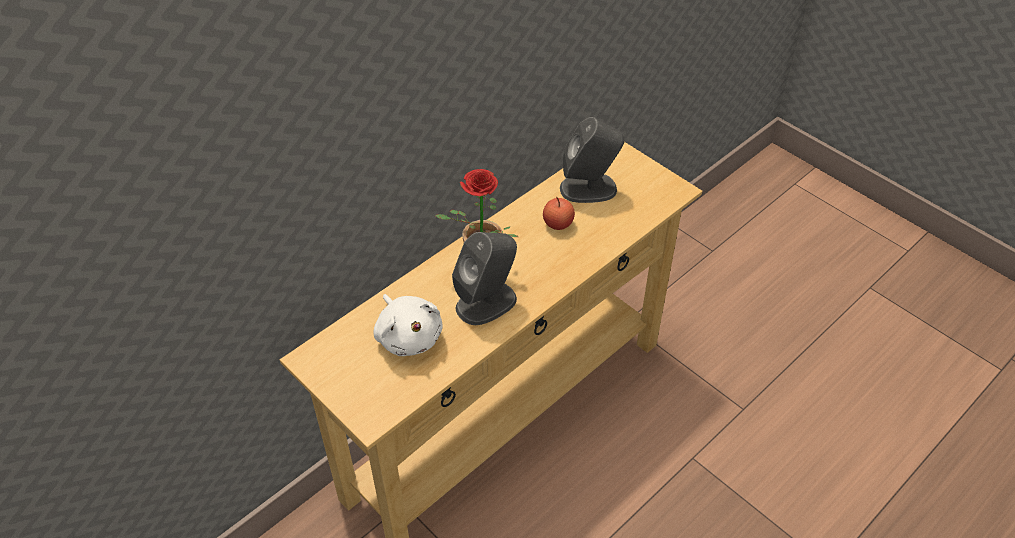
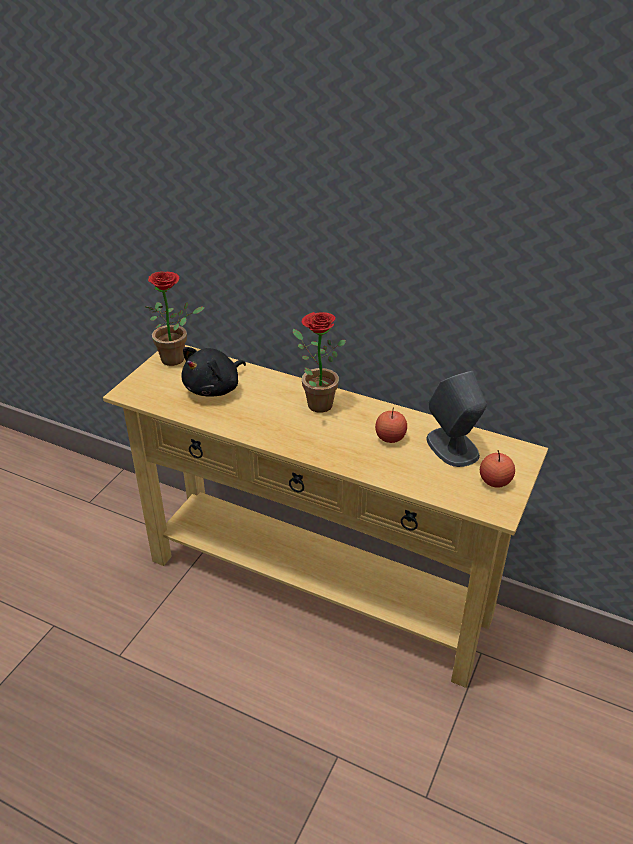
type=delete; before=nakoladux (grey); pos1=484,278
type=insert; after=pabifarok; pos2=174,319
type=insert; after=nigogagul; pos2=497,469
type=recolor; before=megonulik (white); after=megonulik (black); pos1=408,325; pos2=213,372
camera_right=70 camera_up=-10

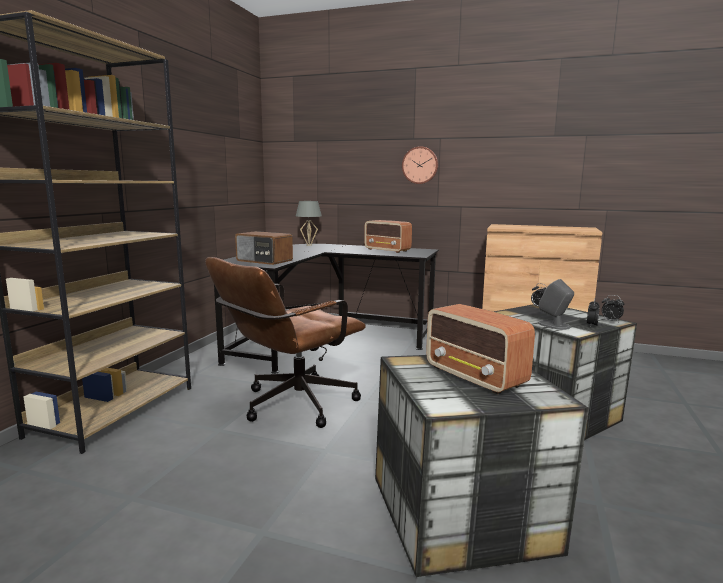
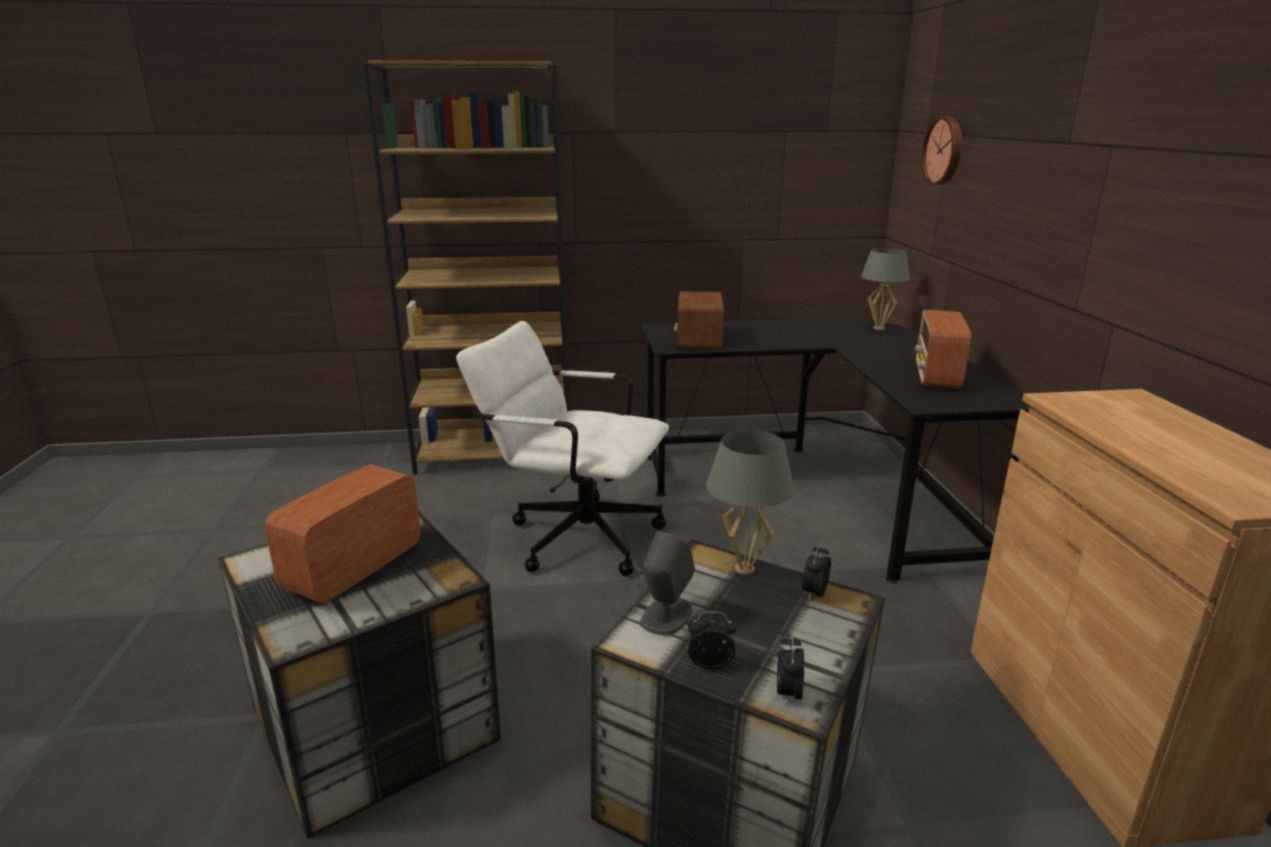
type=insert; after=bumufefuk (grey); pos2=750,502
type=move; before=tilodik; pos1=420,165; pos2=941,151
type=recolor; before=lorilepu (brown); after=lorilepu (white); pos1=285,342; pos2=562,448
camera_right=65 camera_up=10

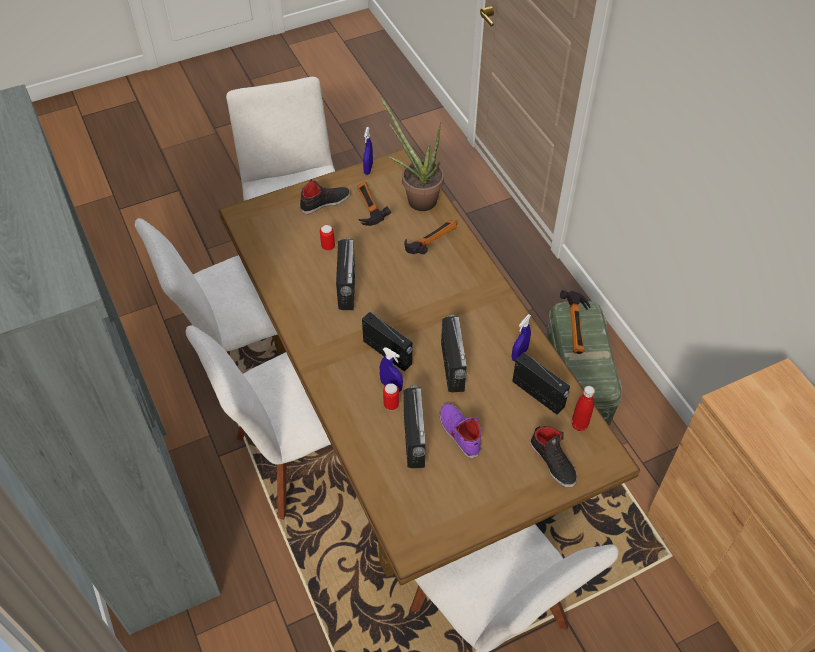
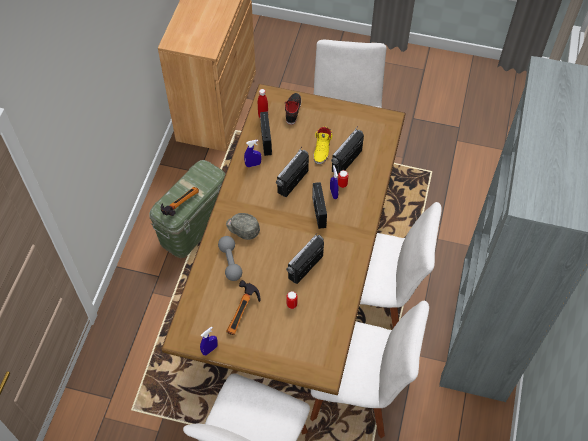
type=delete; before=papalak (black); pos1=325,196
type=delete; before=pabifarok; pos1=411,153
type=insert; after=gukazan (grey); pos2=243,226
type=replace; before=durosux; after=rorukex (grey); pos1=430,237; pos2=230,258
type=recolor; before=papalak (purple); after=papalak (yellow); pos1=461,430; pos2=323,145
camera_right=-140 camera_up=5

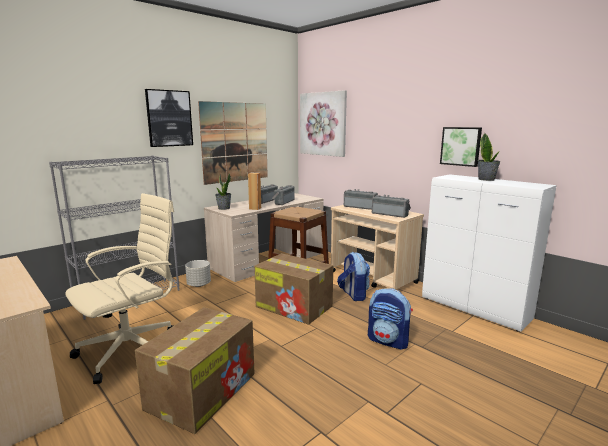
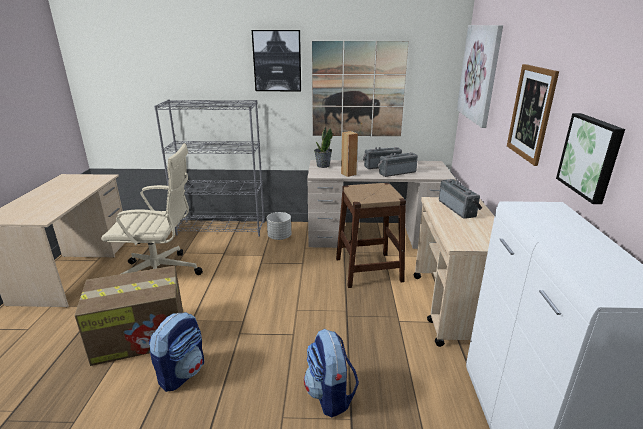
type=delete; before=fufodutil; pos1=293,289
type=delete; before=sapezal; pos1=391,206
type=delete; before=pabifarok; pos1=489,157
type=insert; after=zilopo; pos2=533,115
type=move; before=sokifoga; pos1=353,276; pos2=176,352
camera_right=45 camera_up=10

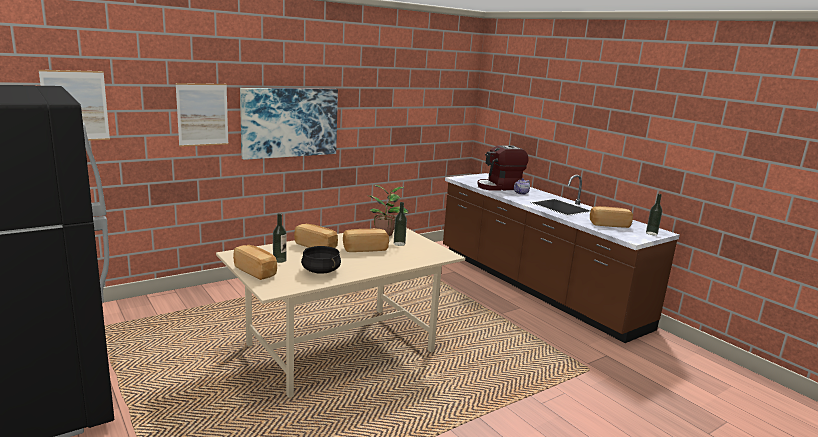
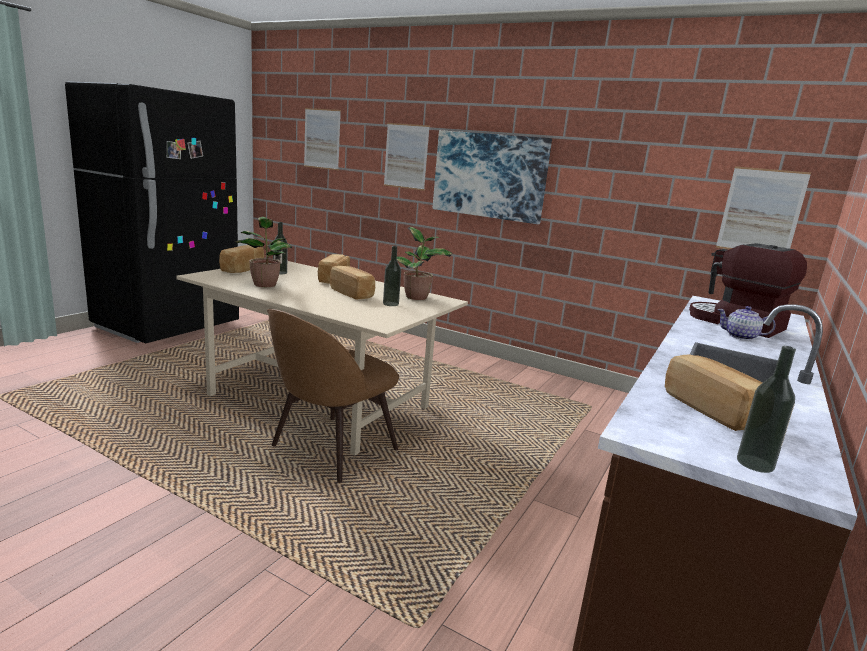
type=insert; after=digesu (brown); pos2=333,396
type=insert; after=zilopo; pos2=763,207
type=replace; before=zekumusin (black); after=pabifarok; pos1=321,260; pos2=263,252
camera_right=65 camera_up=0

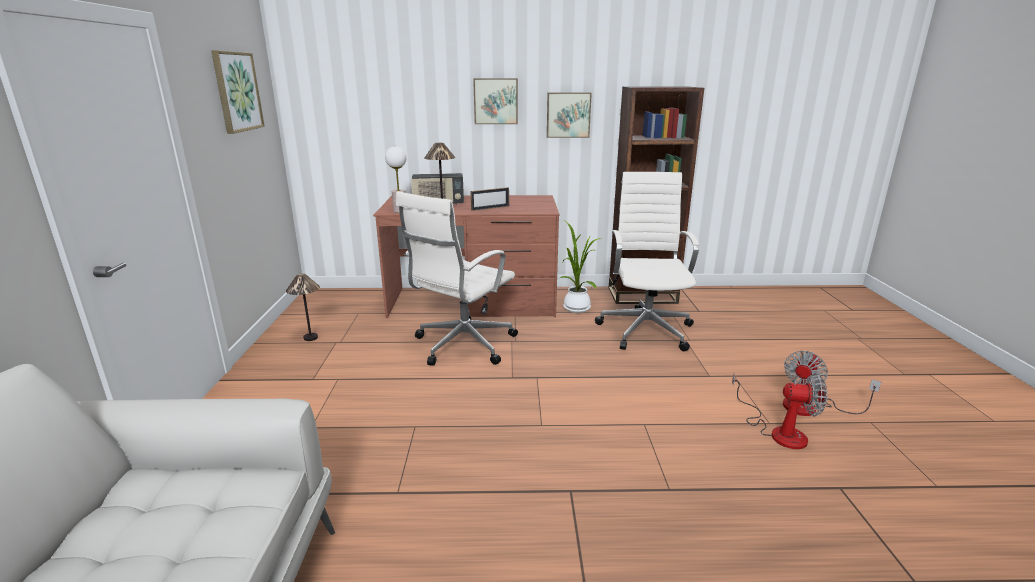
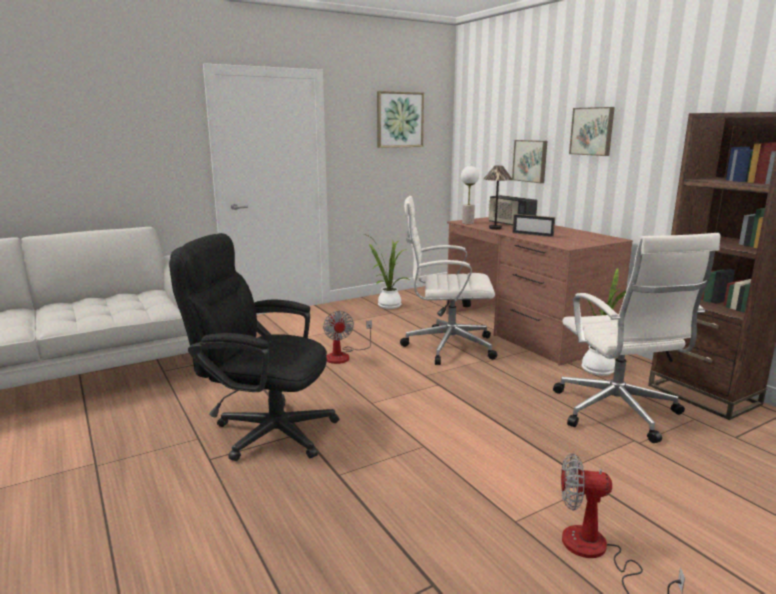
type=insert; after=lorilepu (black); pos2=254,347
type=move; before=zilopo; pos1=569,115; pos2=529,161
type=move; before=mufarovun; pos1=779,411; pos2=347,337
type=replace; before=bumufefuk; after=pabifarok; pos1=303,307; pos2=386,271
type=rotate; before=lorilepu (white); pos1=647,261; pos2=637,338; turn=105
camera_right=60 camera_up=-5

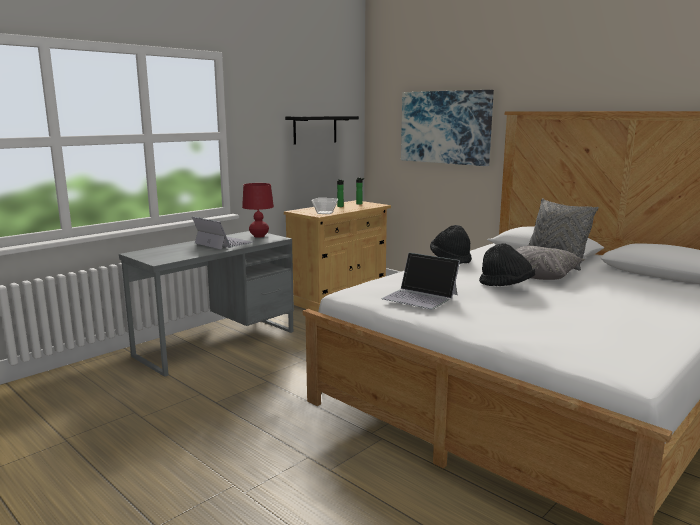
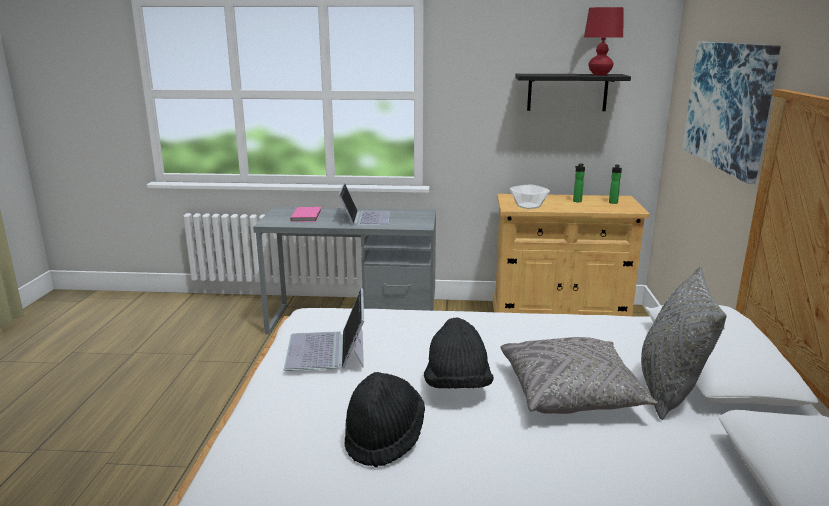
type=insert; after=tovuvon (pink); pos2=305,214
type=move; before=bumufefuk (red); pos1=258,210; pos2=604,41
type=move; before=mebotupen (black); pos1=451,244; pos2=385,420
camera_right=50 camera_up=5

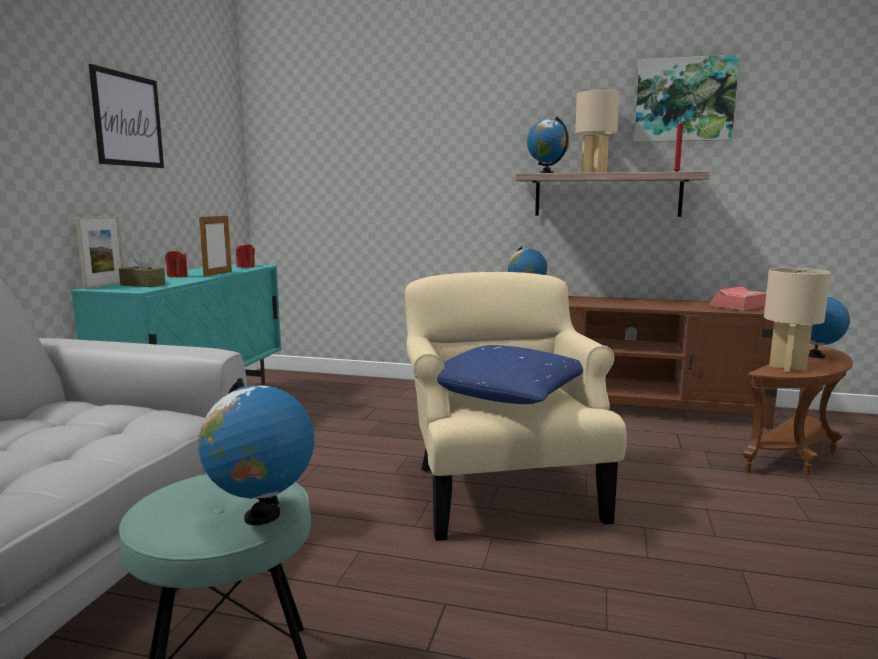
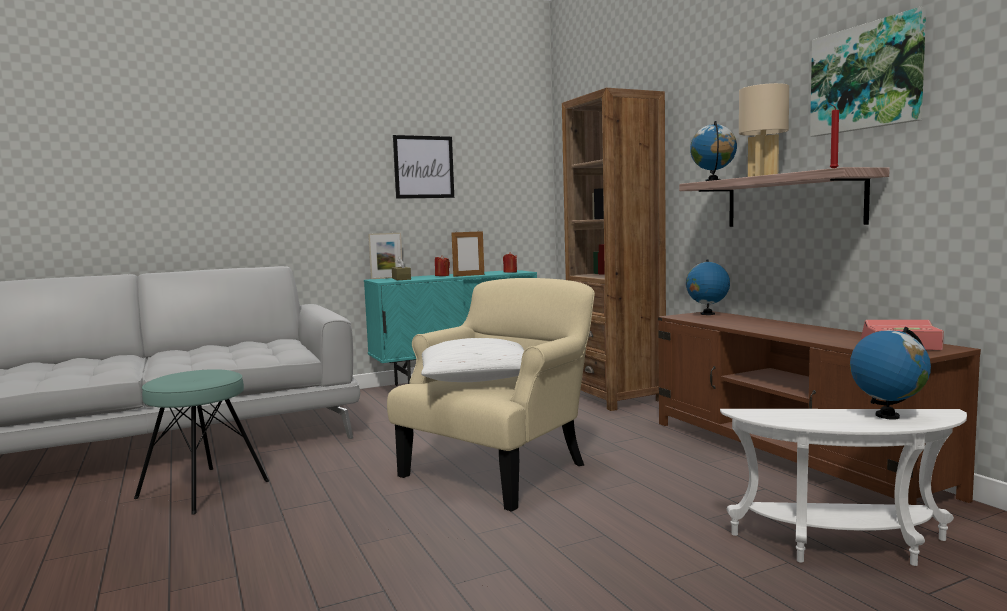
type=delete; before=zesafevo; pos1=256,451
type=delete; before=bumufefuk (beige); pos1=797,320
type=insert; after=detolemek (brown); pos2=614,249
type=recolor; before=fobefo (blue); after=fobefo (white); pos1=499,374; pos2=472,360
type=recolor; before=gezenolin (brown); after=gezenolin (white); pos1=798,409; pos2=843,487
camera_right=50 camera_up=-5

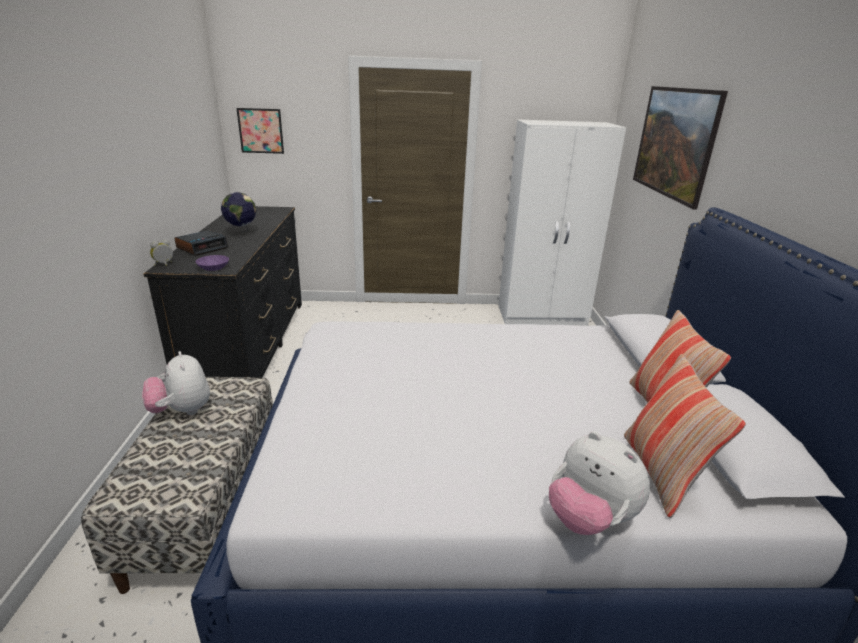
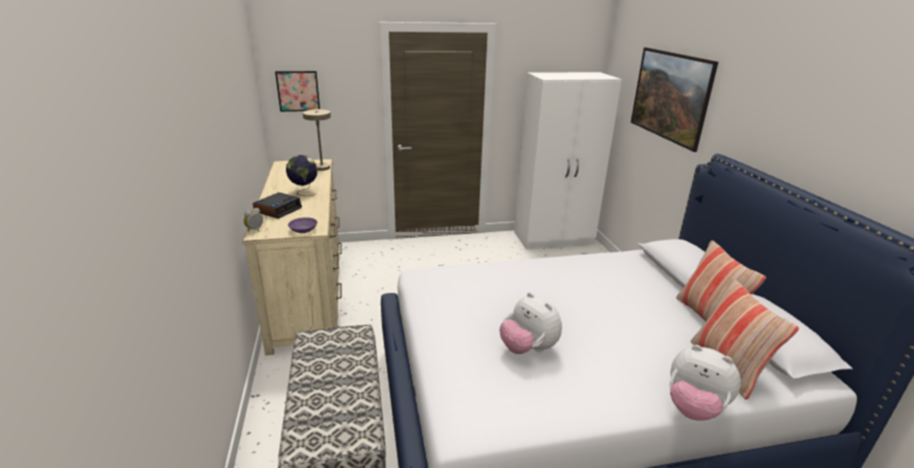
type=insert; after=bumufefuk (beige); pos2=317,140
type=move; before=megonulik; pos1=176,383; pos2=531,323
type=recolor; before=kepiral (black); after=kepiral (beige); pos1=223,292; pos2=292,257
camera_right=-10 camera_up=0

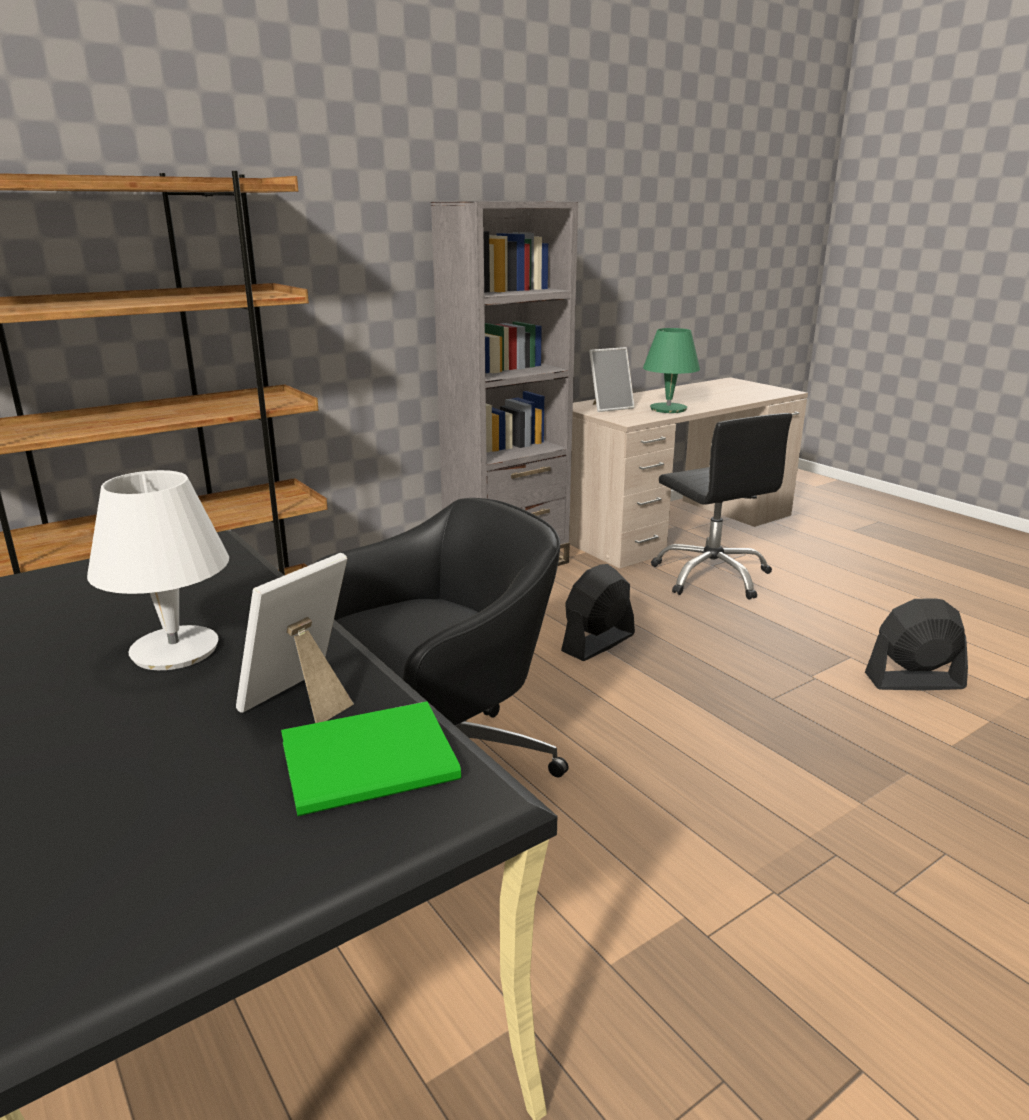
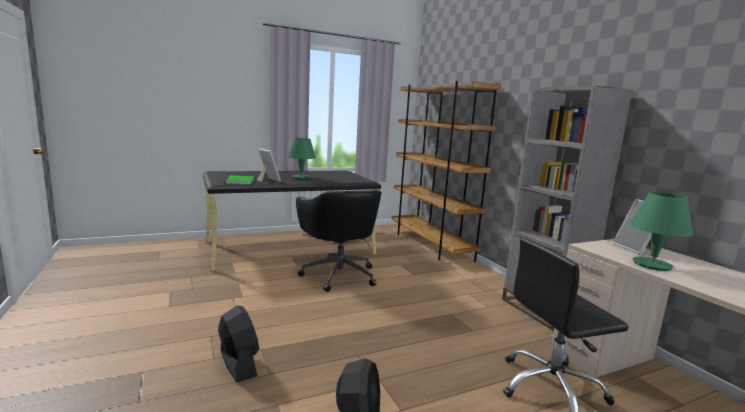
type=move; before=mufarovun (black); pos1=598,612; pos2=238,344
type=recolor; before=bumufefuk (white); after=bumufefuk (green); pos1=158,570; pos2=302,158
camera_right=100 camera_up=-10

